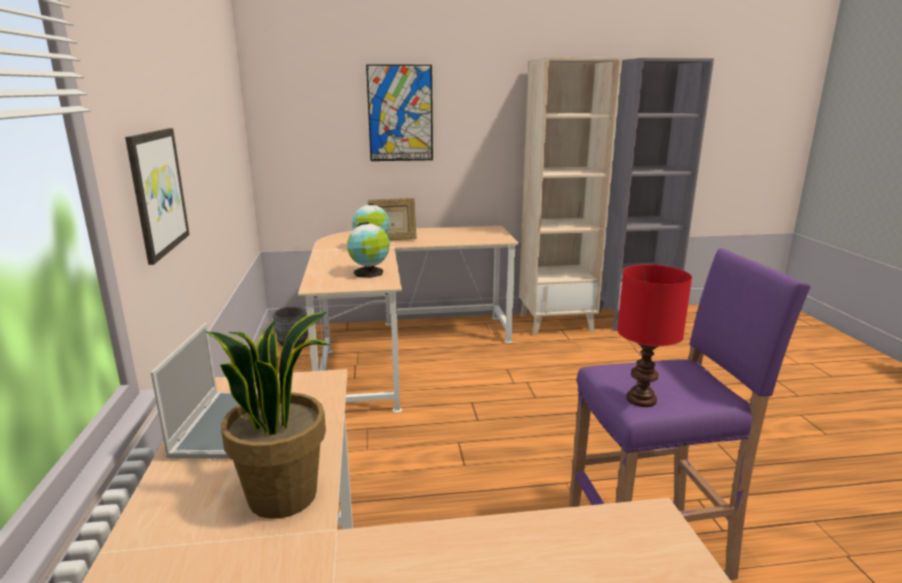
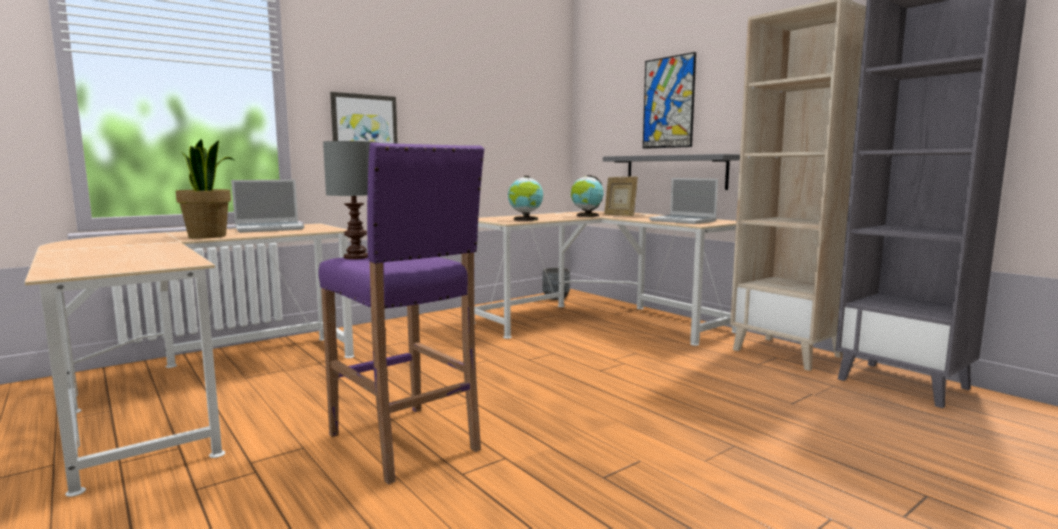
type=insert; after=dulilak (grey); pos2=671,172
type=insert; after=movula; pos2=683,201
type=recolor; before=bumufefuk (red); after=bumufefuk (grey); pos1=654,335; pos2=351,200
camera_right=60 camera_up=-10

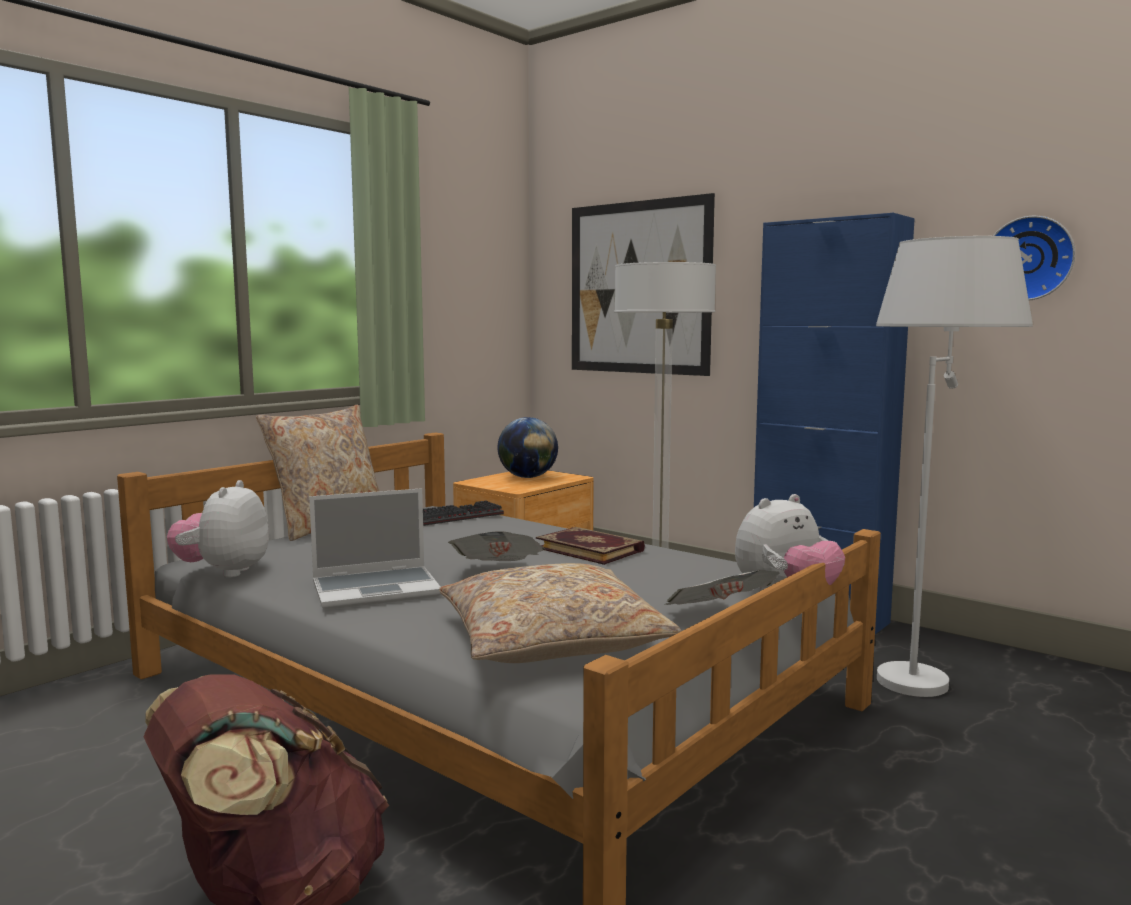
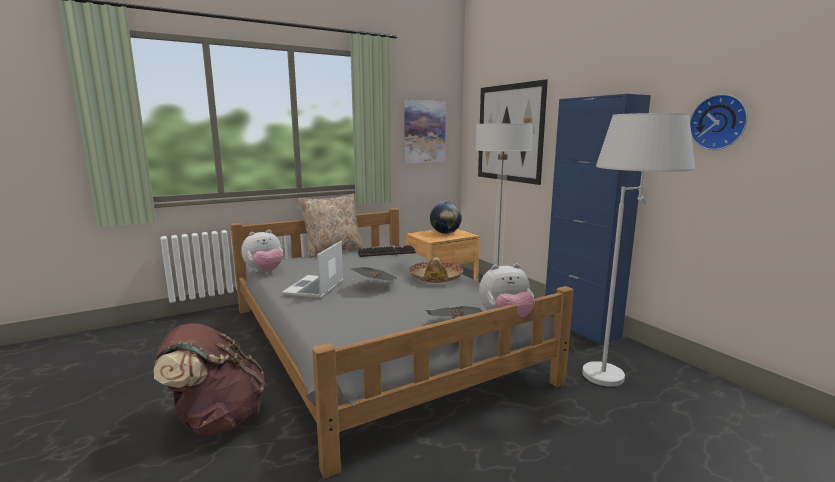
type=delete; before=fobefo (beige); pos1=560,613
type=insert; after=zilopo; pos2=425,132
type=replace; before=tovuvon; after=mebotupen; pos1=590,546; pos2=435,270
type=rotate; before=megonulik; pos1=218,529; pos2=262,251; turn=-150
type=rotate; before=movula; pos1=375,549; pos2=313,270; turn=105
camera_right=20 camera_up=5

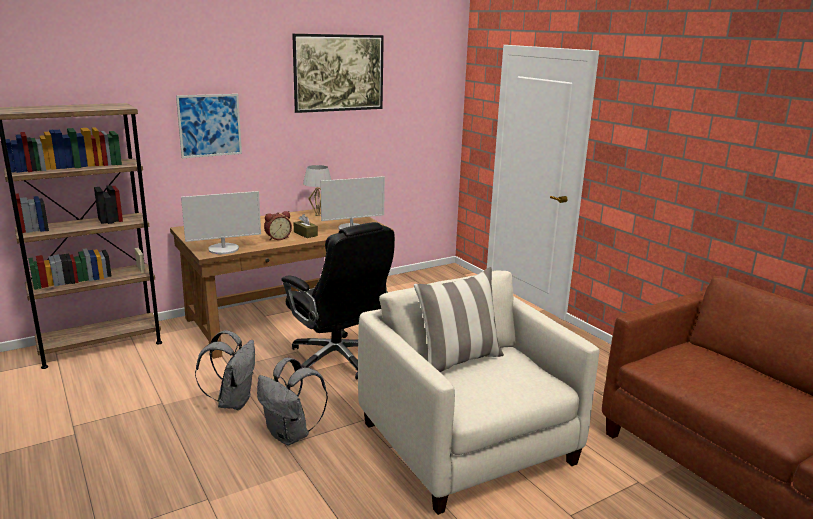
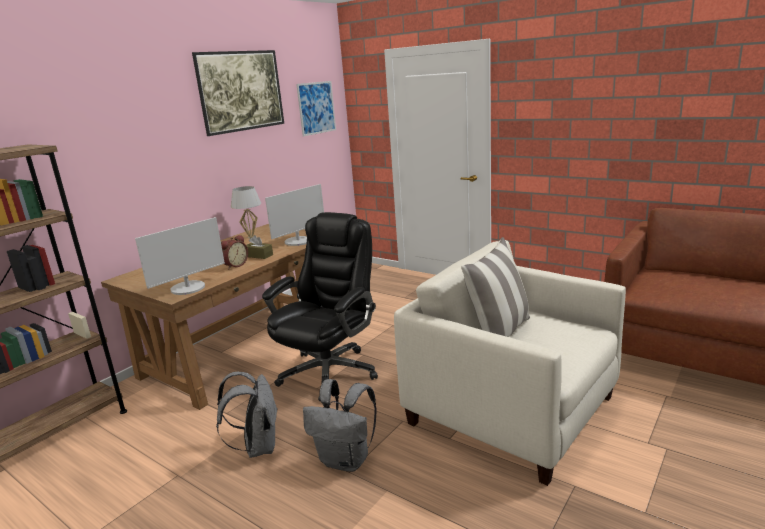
type=move; before=zilopo; pos1=209,126; pos2=316,108
type=rotate; before=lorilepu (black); pos1=338,300; pos2=320,307; turn=-90
camera_right=-20 camera_up=0

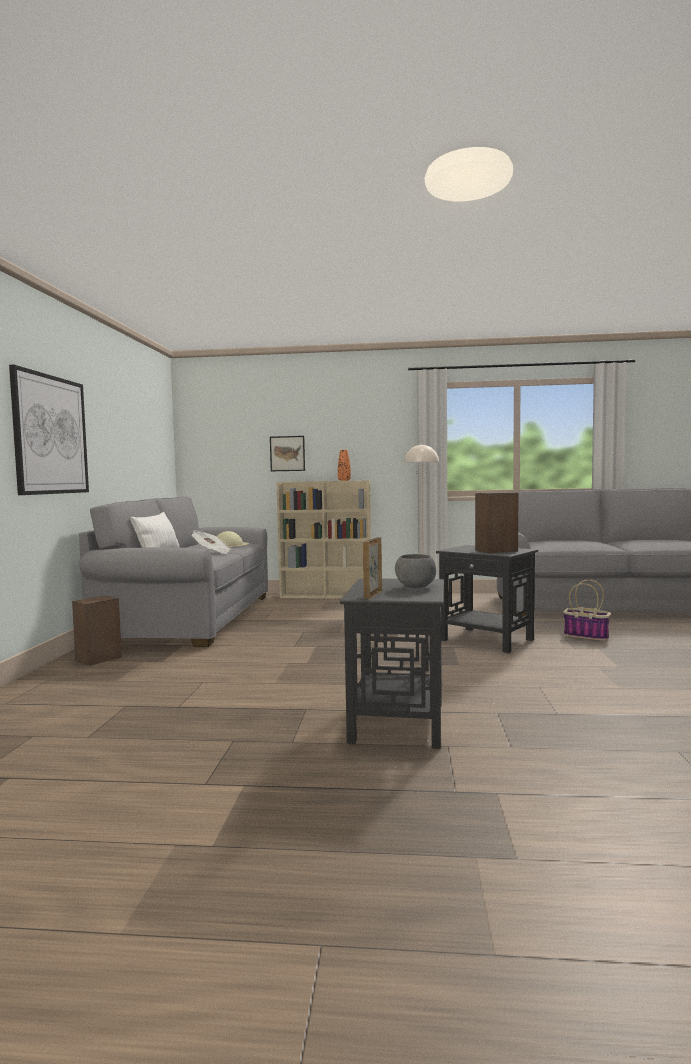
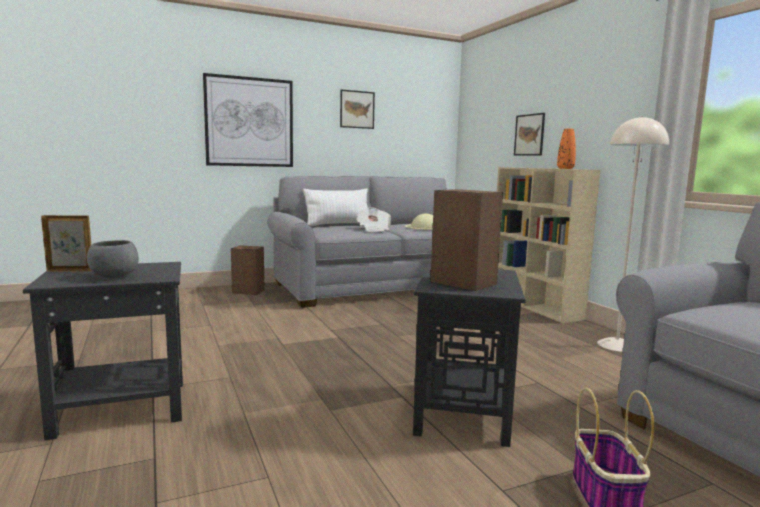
type=insert; after=zilopo; pos2=357,109
camera_right=60 camera_up=5

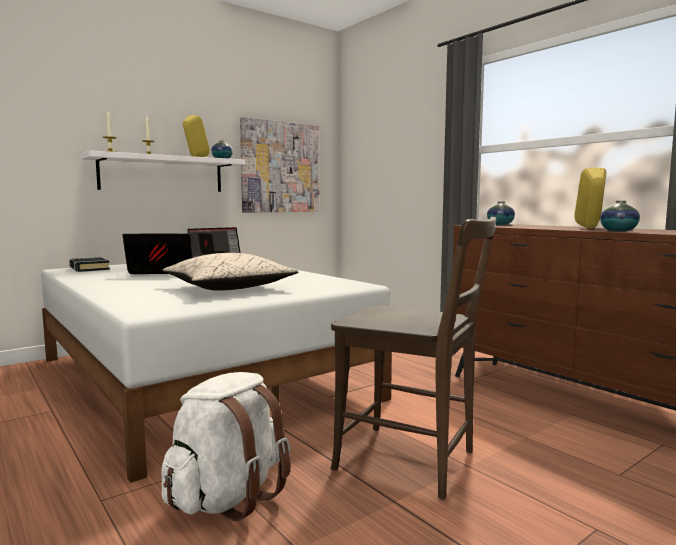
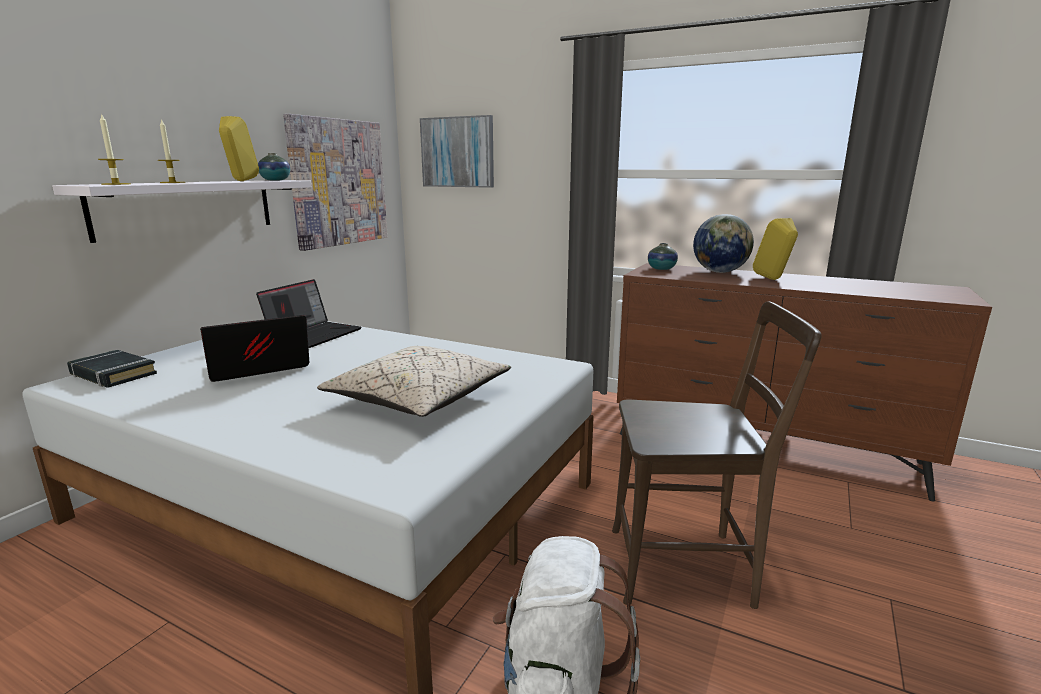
type=delete; before=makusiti; pos1=620,216
type=insert; after=zilopo; pos2=457,151
type=insert; after=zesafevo; pos2=723,243
camera_right=-25 camera_up=10

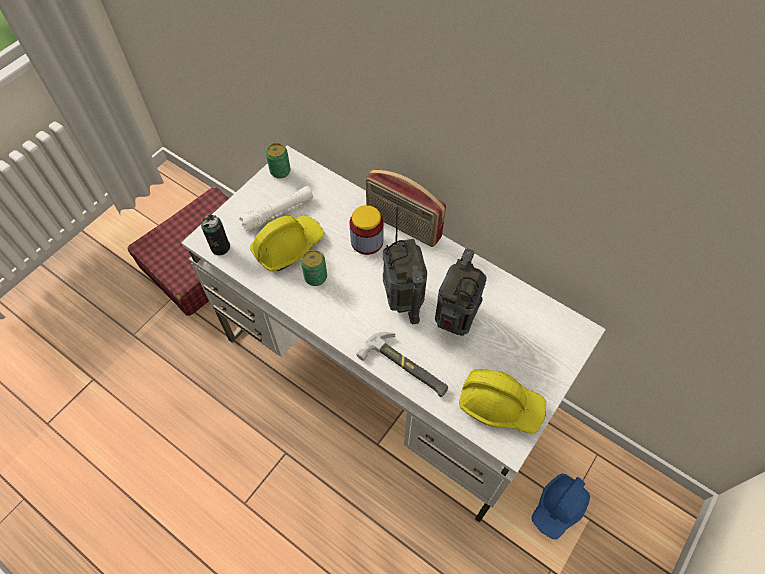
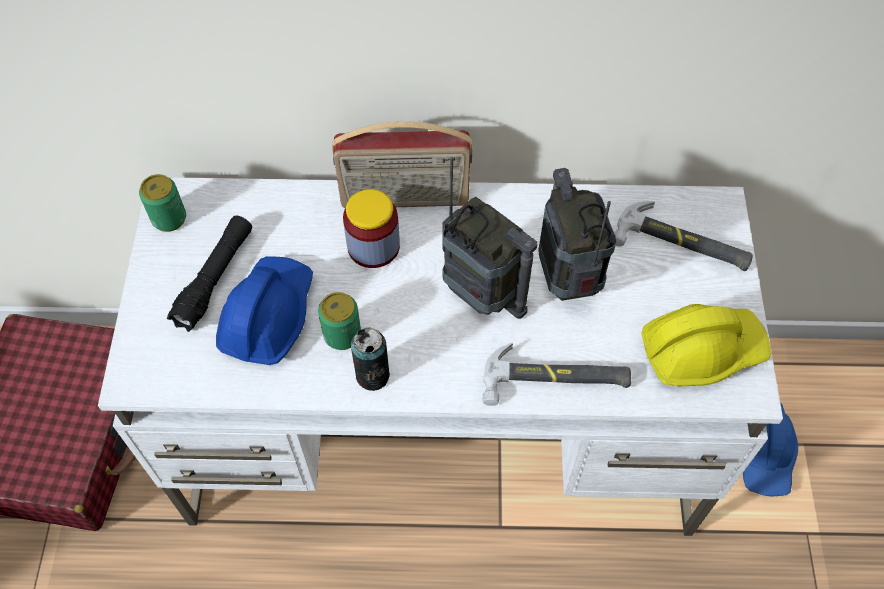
type=insert; after=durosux; pos2=683,236
type=move; before=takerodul; pos1=215,235; pos2=370,359
type=recolor; before=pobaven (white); after=pobaven (black); pos1=276,209; pos2=209,274
type=recolor; before=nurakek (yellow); after=nurakek (blue); pos1=287,243; pos2=264,310
camera_right=-35 camera_up=0

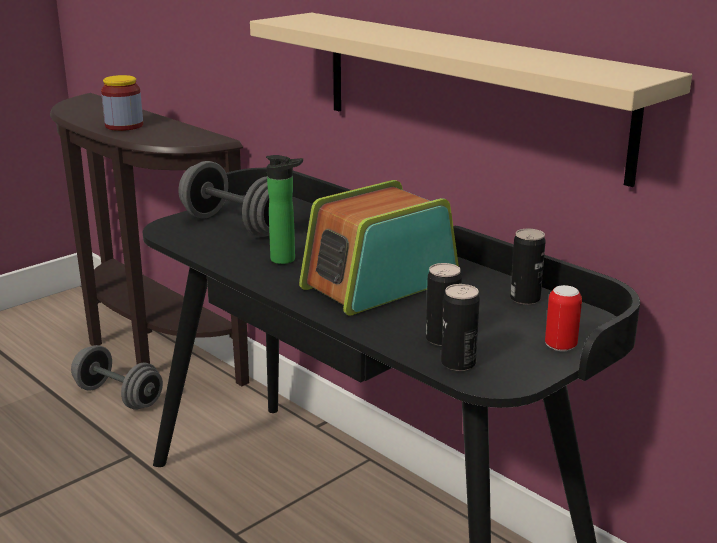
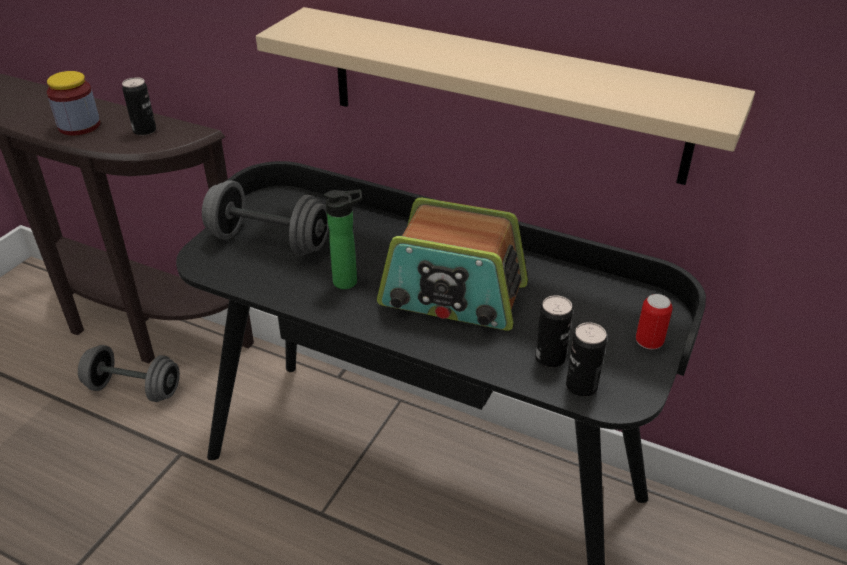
type=move; before=takerodul; pos1=528,267; pos2=139,106
type=rotate; before=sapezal; pos1=379,247; pos2=452,264; turn=-105
camera_right=-20 camera_up=15

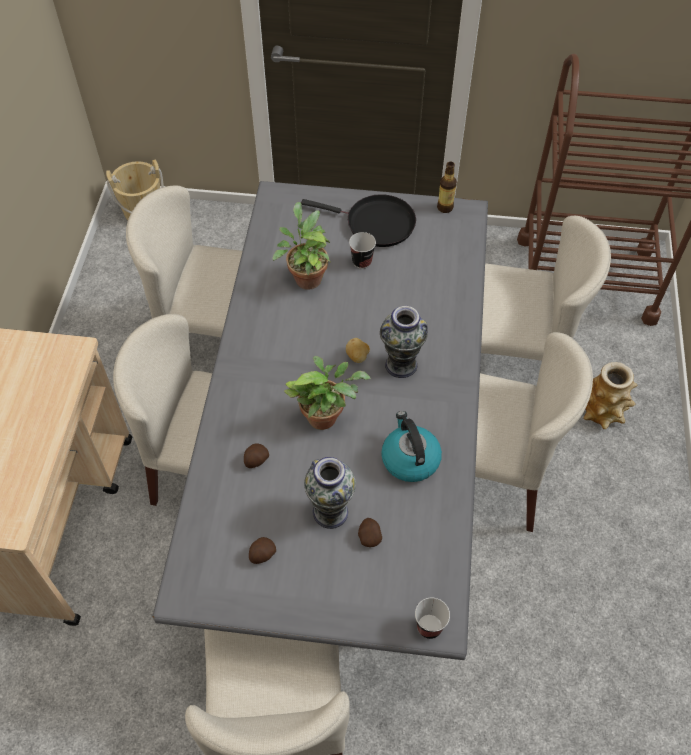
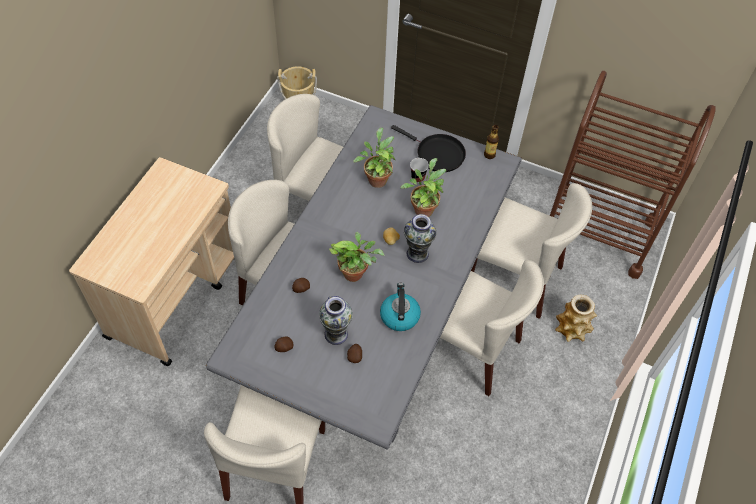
type=delete; before=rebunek; pos1=432,618
type=insert; after=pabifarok; pos2=423,187
camera_right=15 camera_up=0

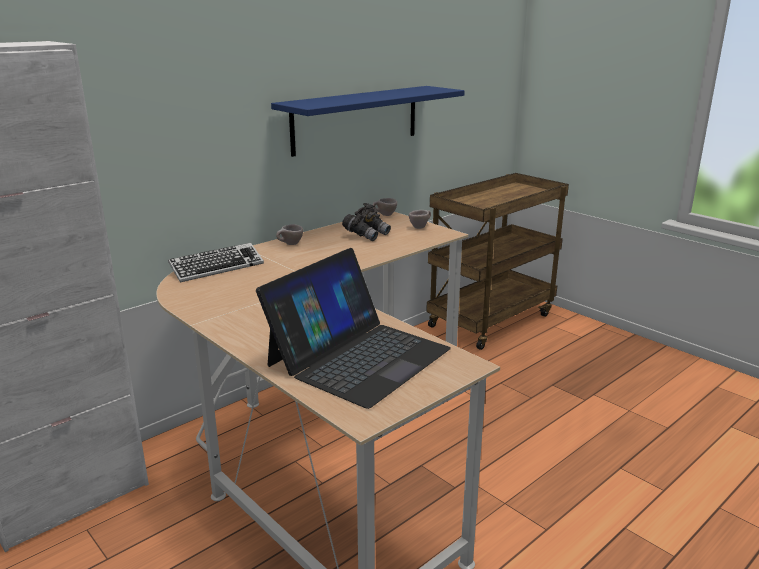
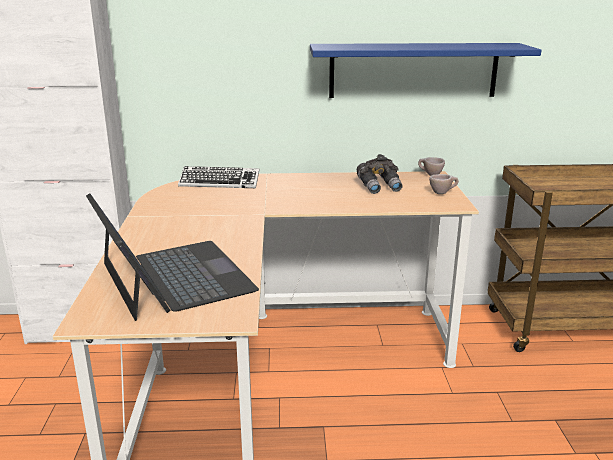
type=delete; before=rebunek (beige); pos1=289,234
type=rotate; before=movula; pos1=353,328; pos2=172,257; turn=-105
camera_right=40 camera_up=0

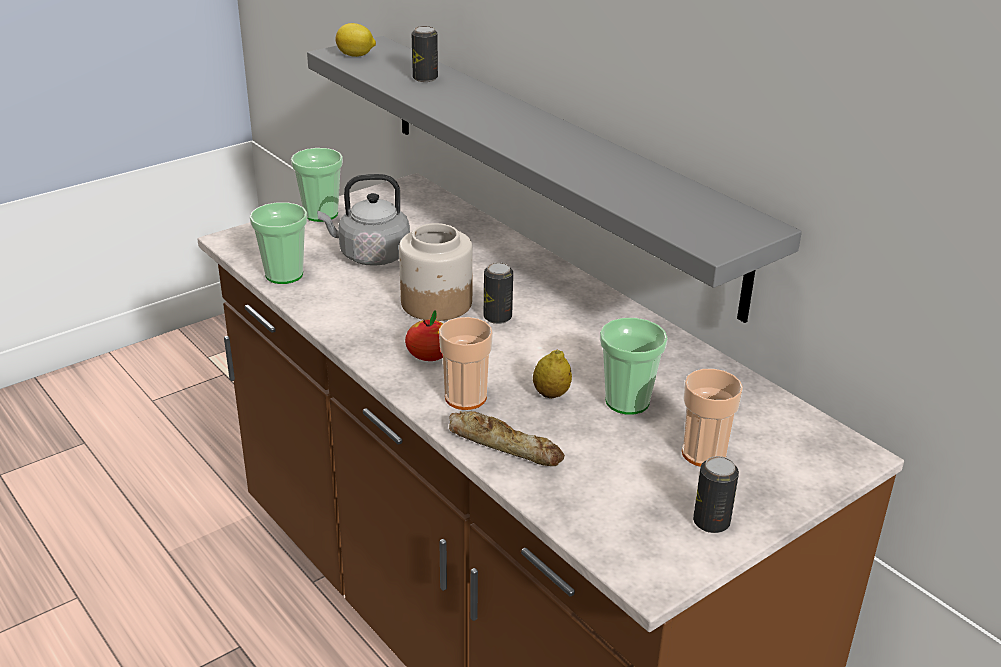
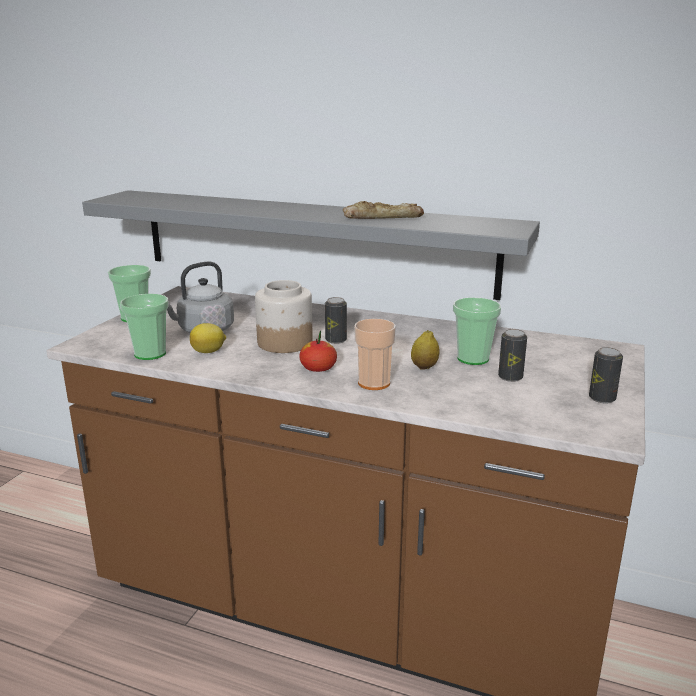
type=delete; before=rebunek; pos1=712,418
type=move; before=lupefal; pos1=356,40; pos2=208,338
type=move; before=takerodul; pos1=425,54; pos2=512,355
type=move; before=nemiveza; pos1=507,438; pos2=383,210
camera_right=-30 camera_up=-10

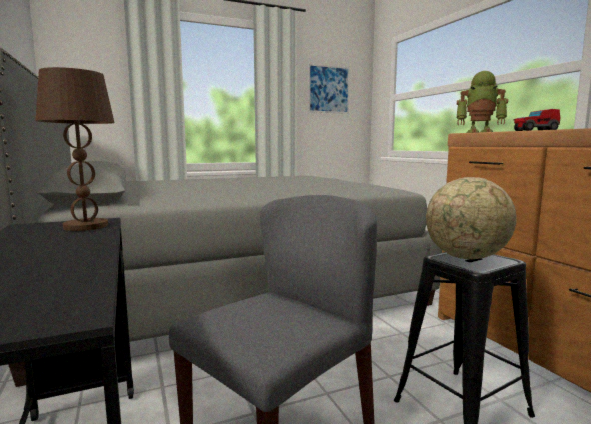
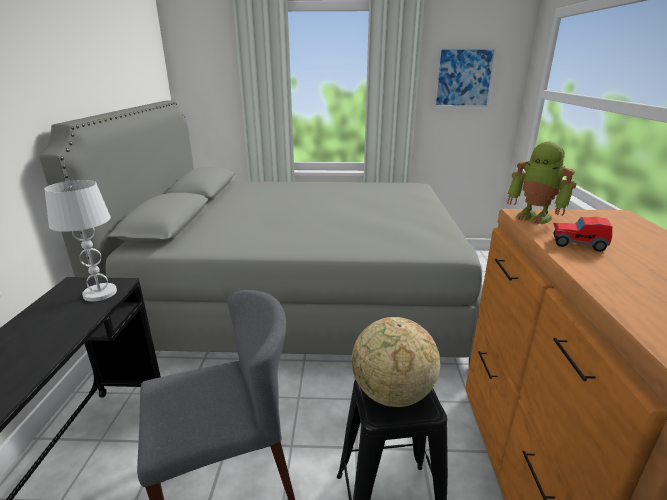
type=recolor; before=bumufefuk (brown); after=bumufefuk (white); pos1=75,149; pos2=81,240
camera_right=25 camera_up=15

